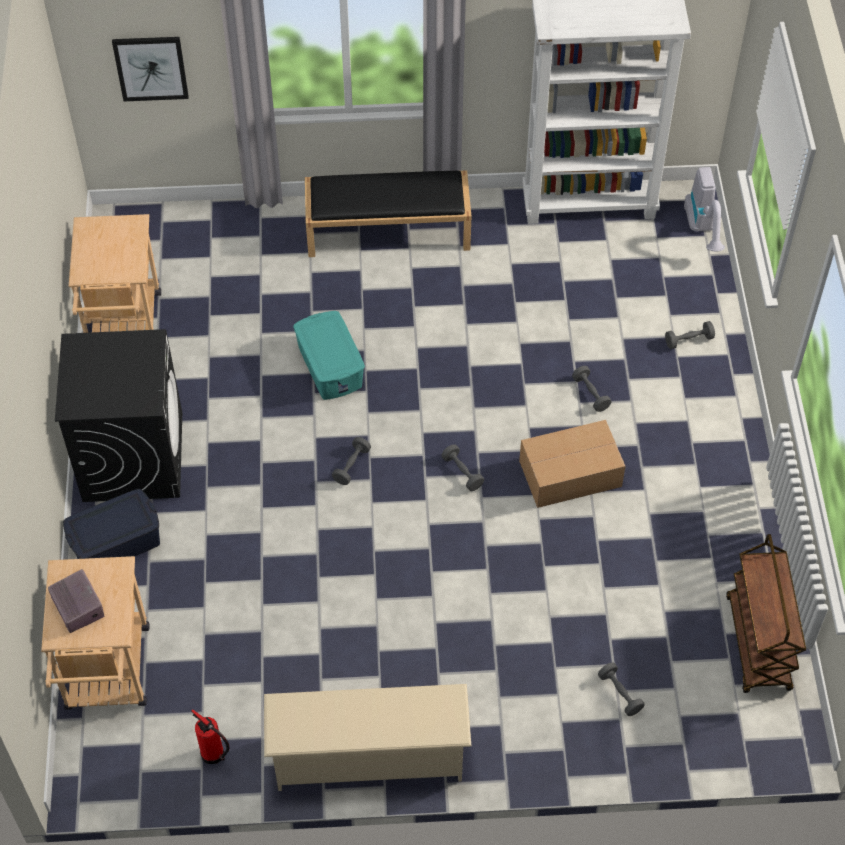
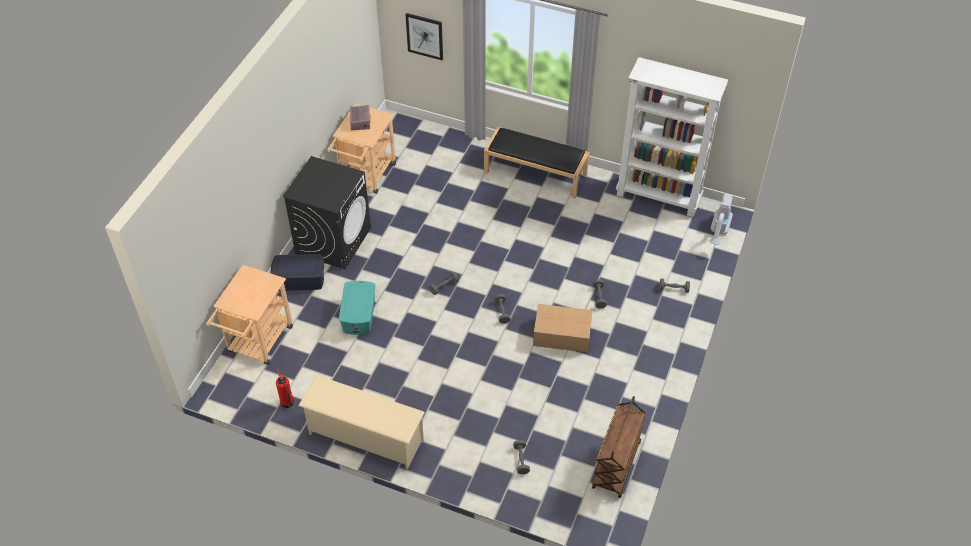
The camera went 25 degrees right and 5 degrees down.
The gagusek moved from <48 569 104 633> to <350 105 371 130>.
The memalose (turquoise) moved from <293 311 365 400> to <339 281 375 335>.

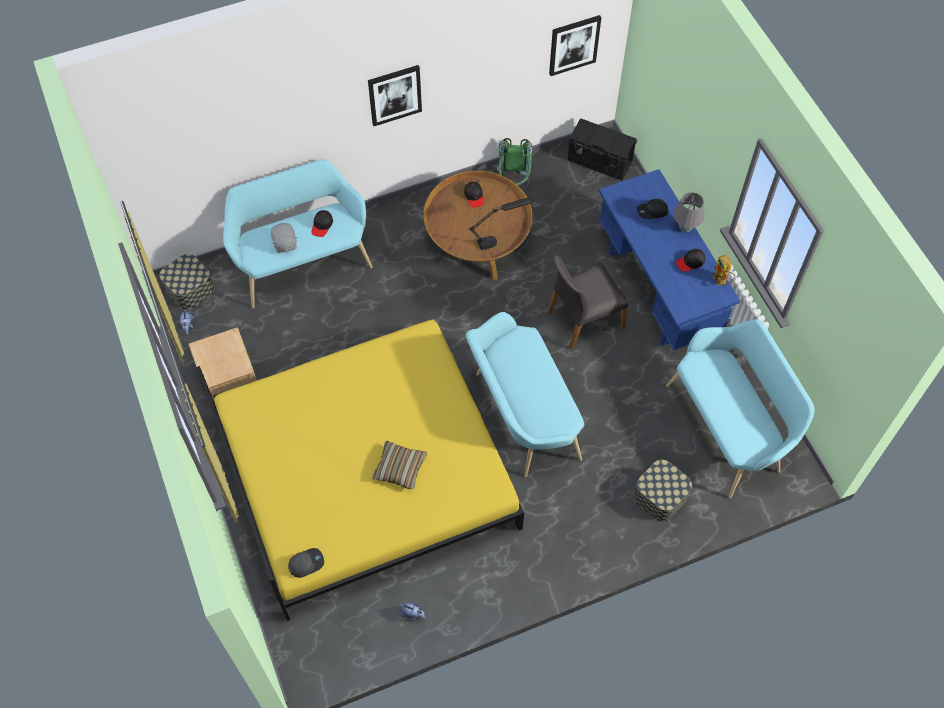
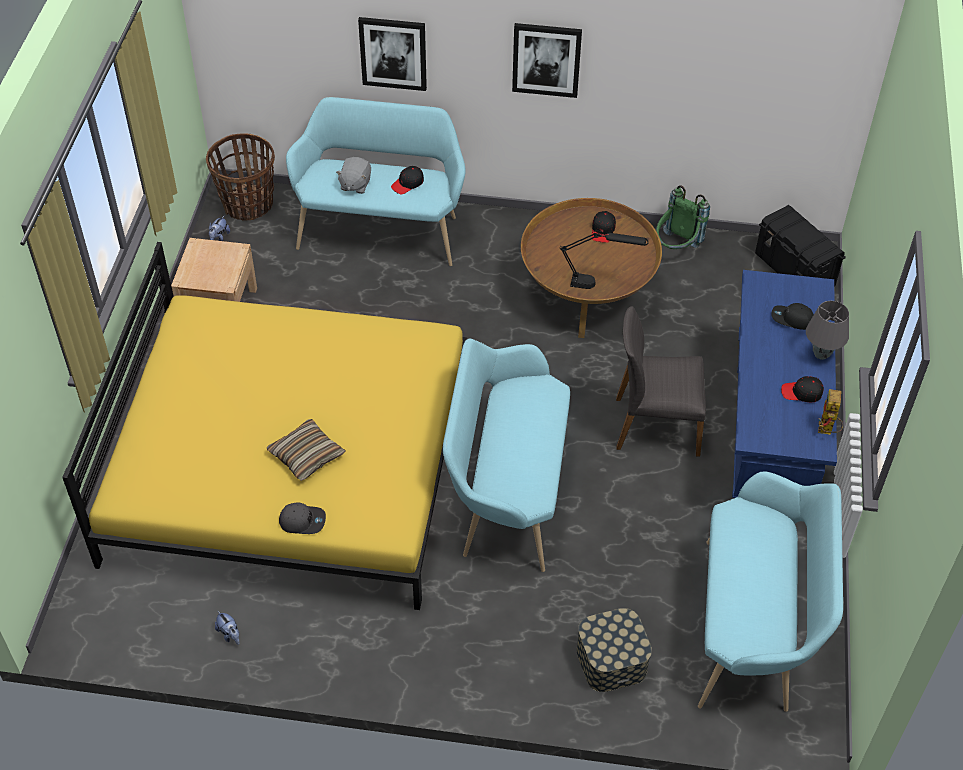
The camera went 30 degrees right and 10 degrees down.
The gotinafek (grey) moved from <288 548 324 578> to <279 502 326 534>.
The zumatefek moved from <549 15 601 76> to <358 17 427 91>.
The memalose at <159 254 214 310> was replaced by the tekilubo at <206 133 275 221>.

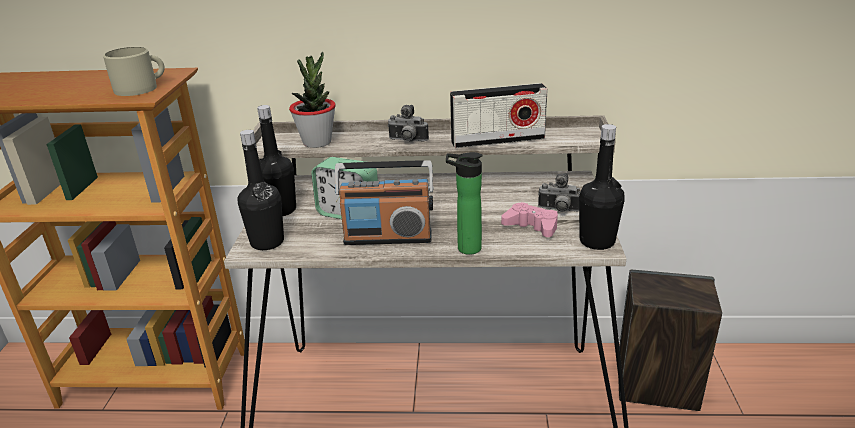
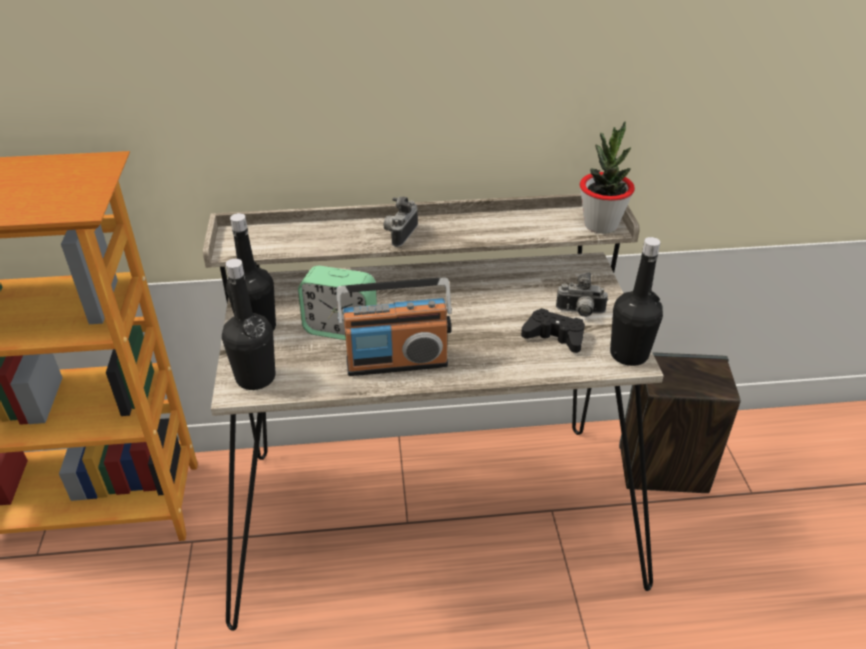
The camera went 10 degrees left and 10 degrees up.
The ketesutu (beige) at <103 47 165 96> disappeared.
The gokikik at <446 152 483 255> disappeared.
The gagusek at <450 83 548 148> disappeared.
The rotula moved from <289 52 336 148> to <580 121 635 234>.
The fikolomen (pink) at <501 202 558 237> became the fikolomen (black) at <521 308 585 353>.
The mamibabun at <387 105 429 142> turned 105 degrees clockwise.

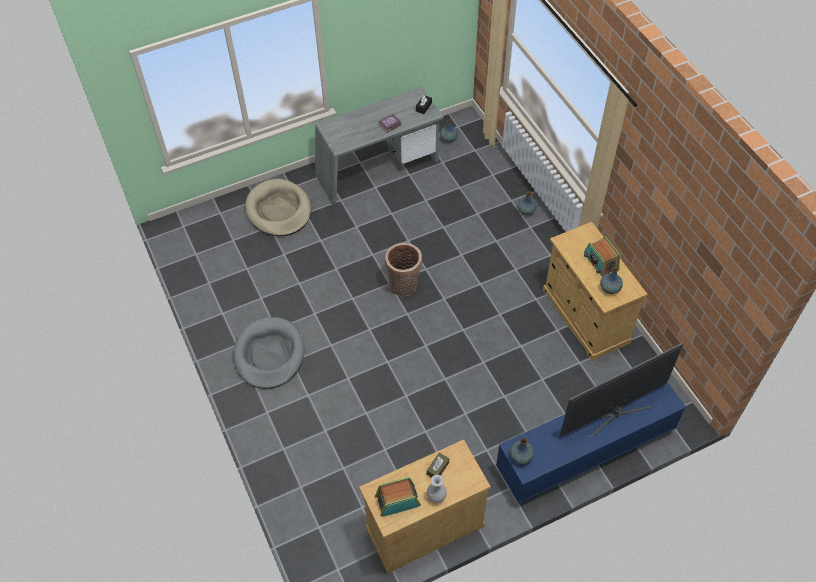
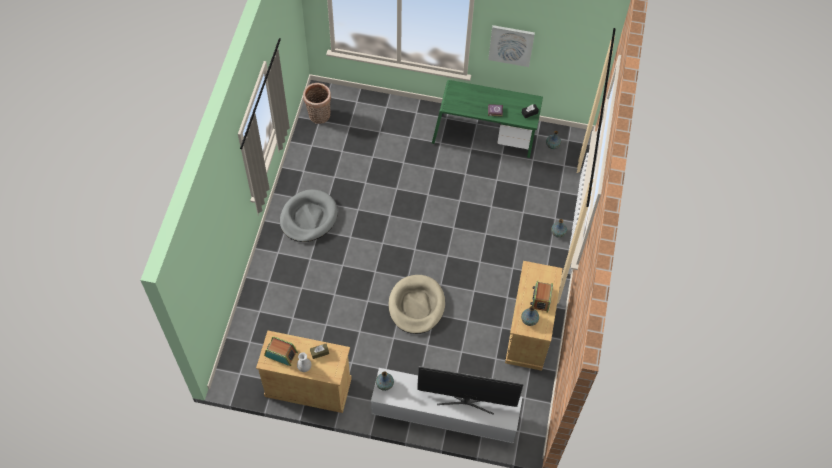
The camera went 35 degrees right and 5 degrees up.
The zumatefek at <488 25 535 67> appeared.
The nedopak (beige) moved from <245 179 311 236> to <388 275 445 334>.
The tekilubo moved from <385 243 422 296> to <303 83 331 124>.
The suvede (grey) at <315 87 444 206> became the suvede (green) at <432 80 543 158>.
The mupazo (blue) at <496 382 686 503> became the mupazo (white) at <371 368 522 443>.

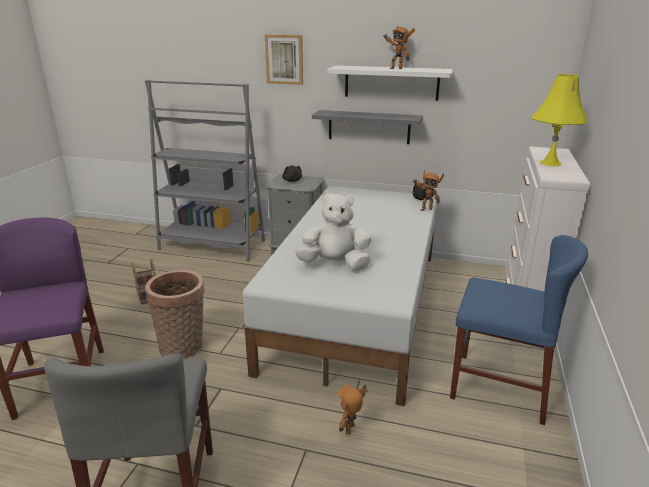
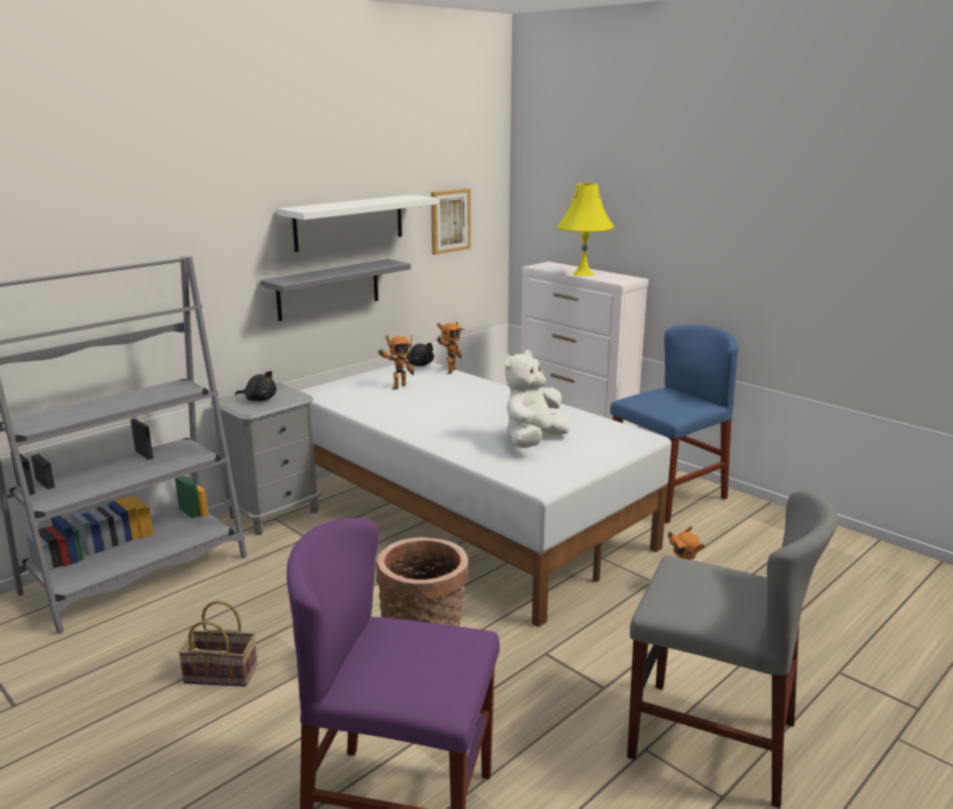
The camera went 60 degrees left and 5 degrees down.
The zumatefek moved from <265 35 303 85> to <431 188 471 255>.
The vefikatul moved from <384 26 415 69> to <378 335 414 390>.

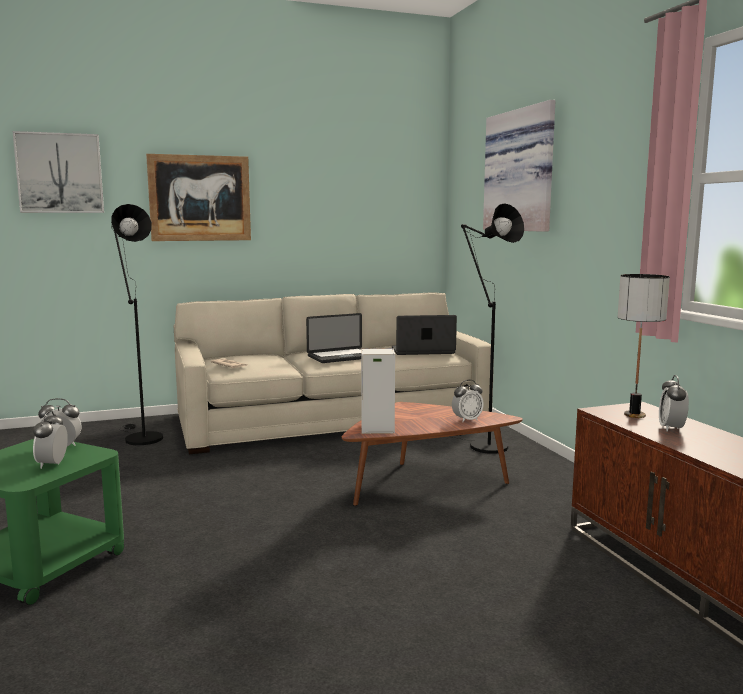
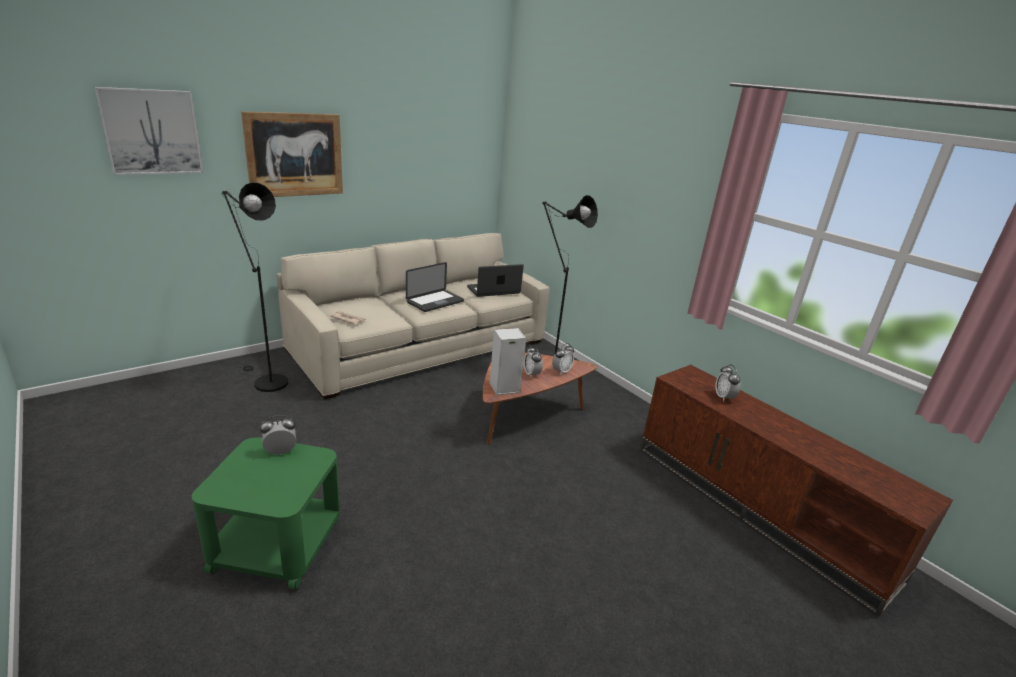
The camera went 20 degrees left and 15 degrees up.
The zumatefek at <483 100 555 232> disappeared.
The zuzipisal at <618 274 670 418> disappeared.
The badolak moved from <33 410 68 469> to <524 345 543 377>.

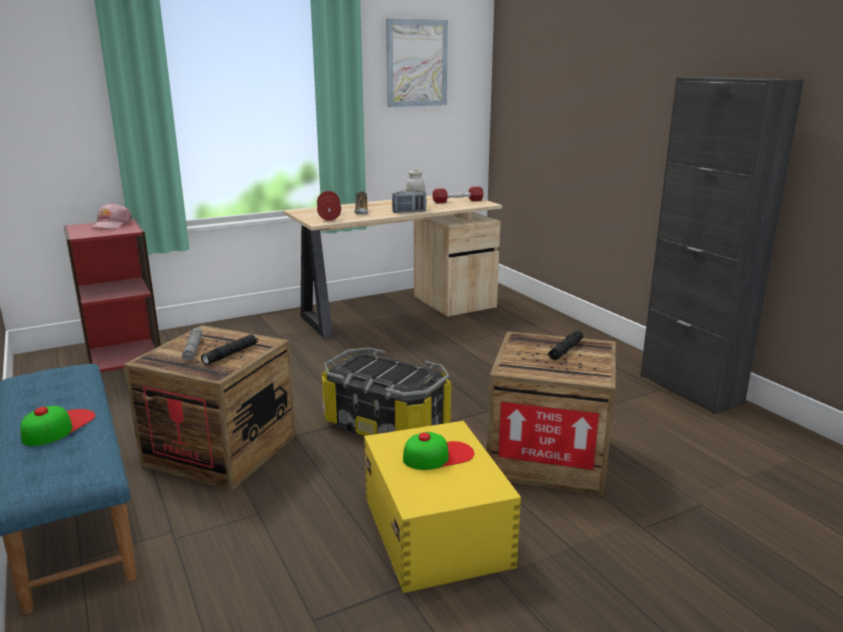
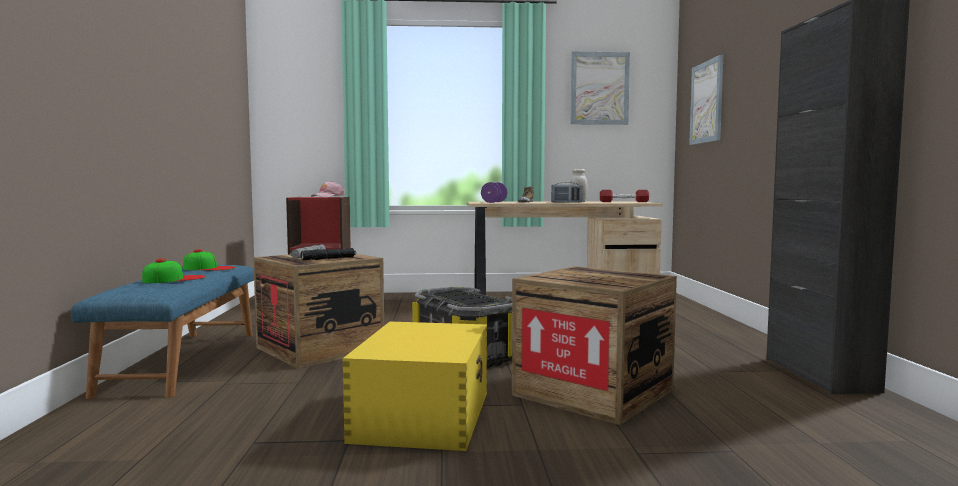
The camera went 25 degrees right and 15 degrees down.
The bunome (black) at <548 330 583 360> disappeared.
The zumatefek at <689 55 723 145> appeared.
The gotinafek moved from <403 432 474 470> to <183 249 236 271>.
The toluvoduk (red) at <317 191 341 221> became the toluvoduk (purple) at <481 182 508 203>.

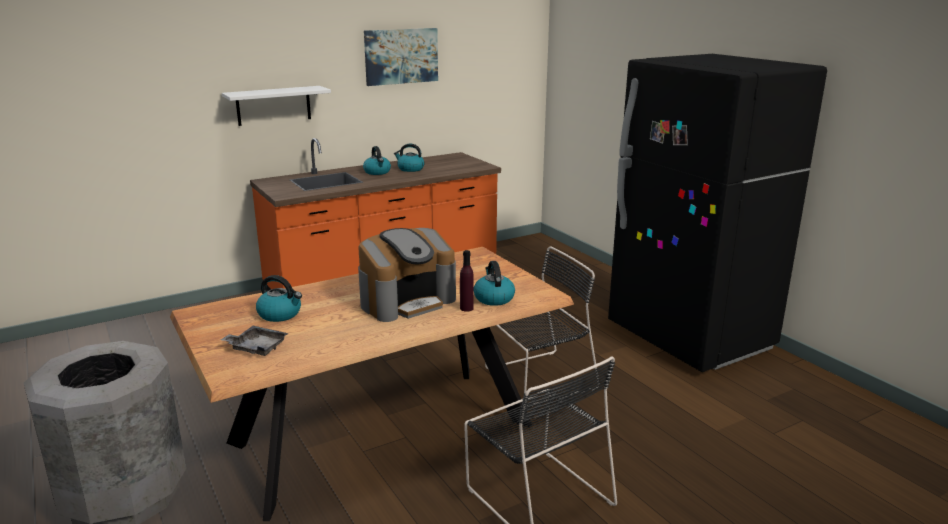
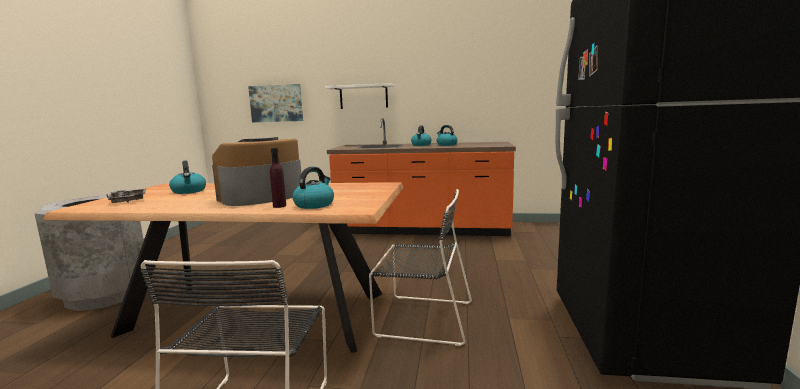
The camera went 40 degrees right and 10 degrees down.
The zumatefek moved from <364 28 438 86> to <248 84 303 122>.
The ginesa at <358 228 456 322> turned 135 degrees clockwise.

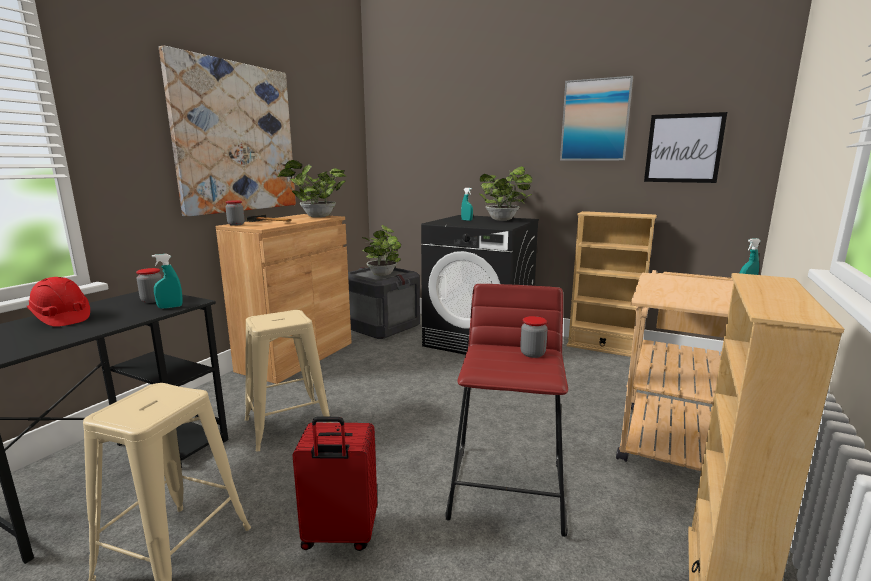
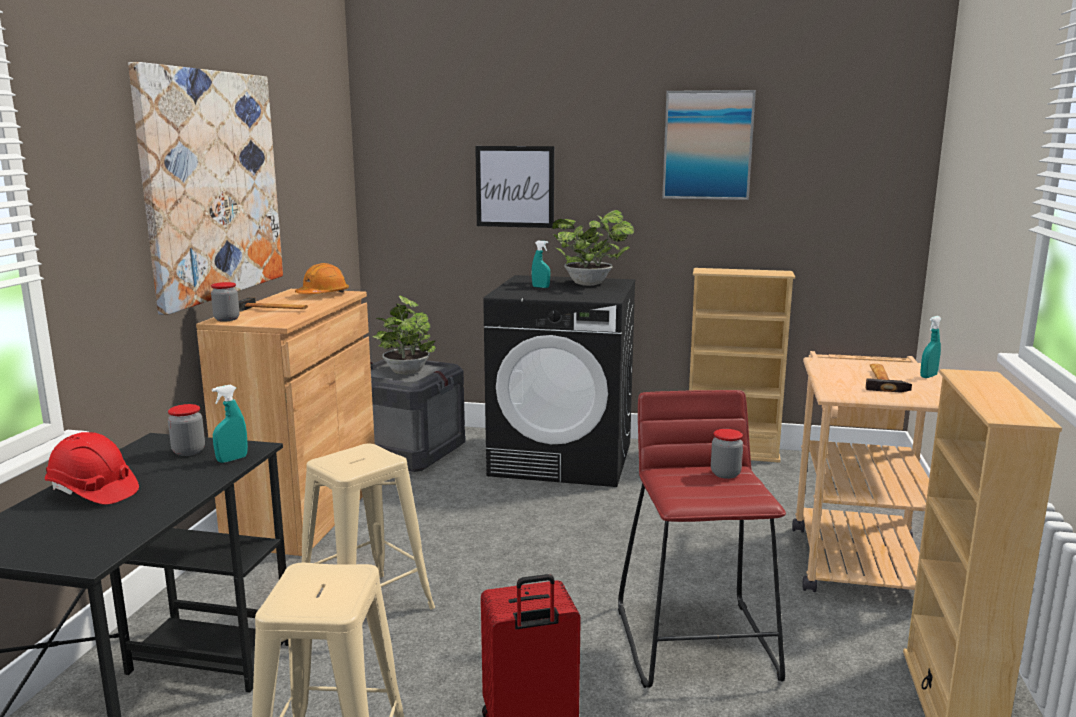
The camera went 15 degrees left and 0 degrees up.
The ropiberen at <866 364 912 393> appeared.
The zumatefek moved from <644 112 727 183> to <475 146 554 228>.
The rotula at <278 160 346 218> was replaced by the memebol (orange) at <295 263 349 294>.

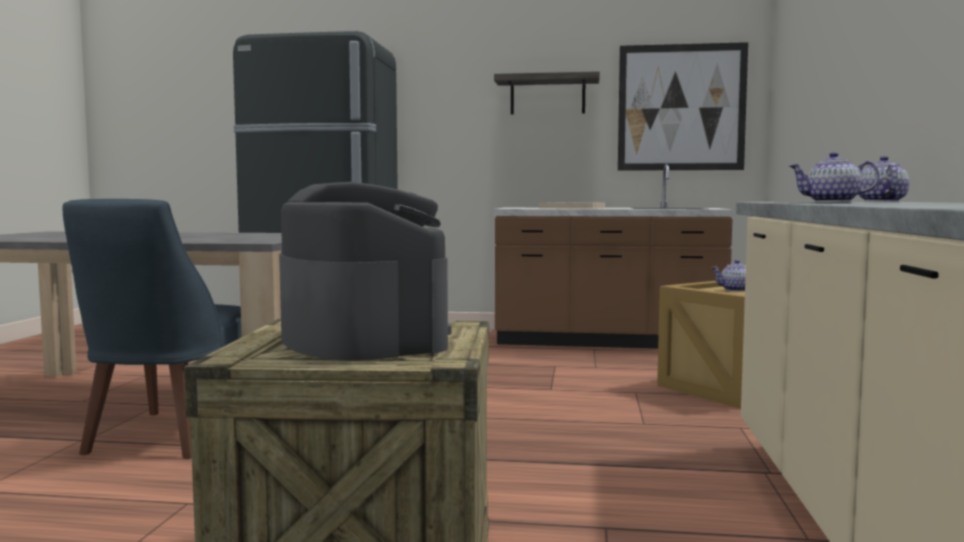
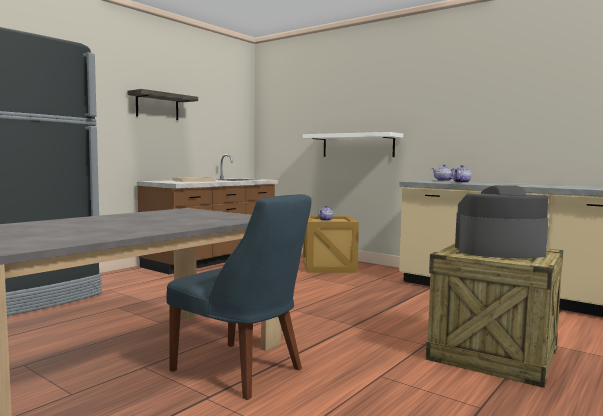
The camera went 60 degrees left and 0 degrees up.
The zumatefek at <618 42 748 171> disappeared.
The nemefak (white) at <303 132 403 157> appeared.

